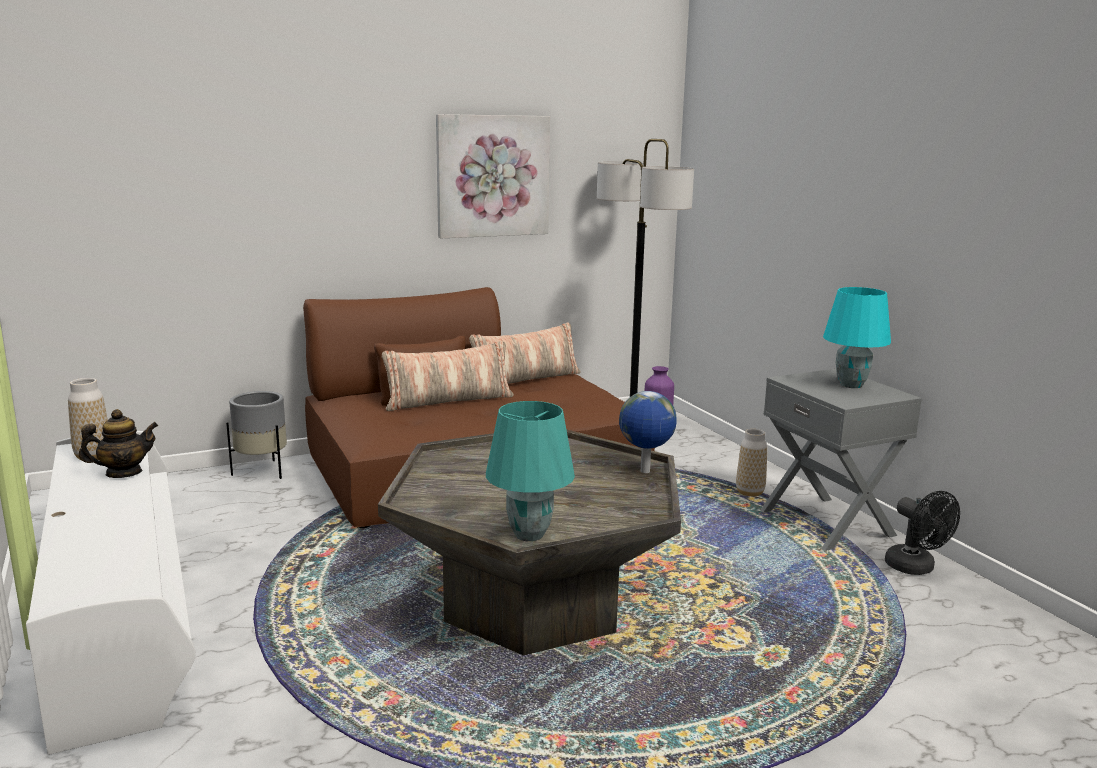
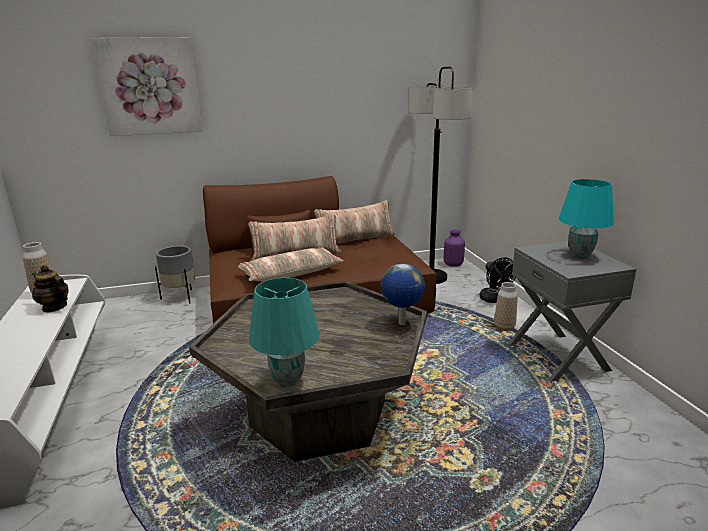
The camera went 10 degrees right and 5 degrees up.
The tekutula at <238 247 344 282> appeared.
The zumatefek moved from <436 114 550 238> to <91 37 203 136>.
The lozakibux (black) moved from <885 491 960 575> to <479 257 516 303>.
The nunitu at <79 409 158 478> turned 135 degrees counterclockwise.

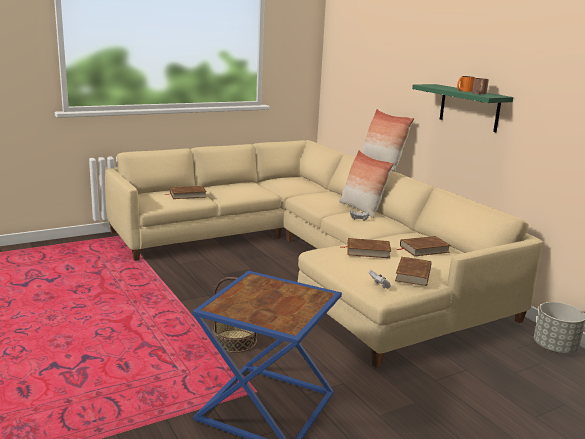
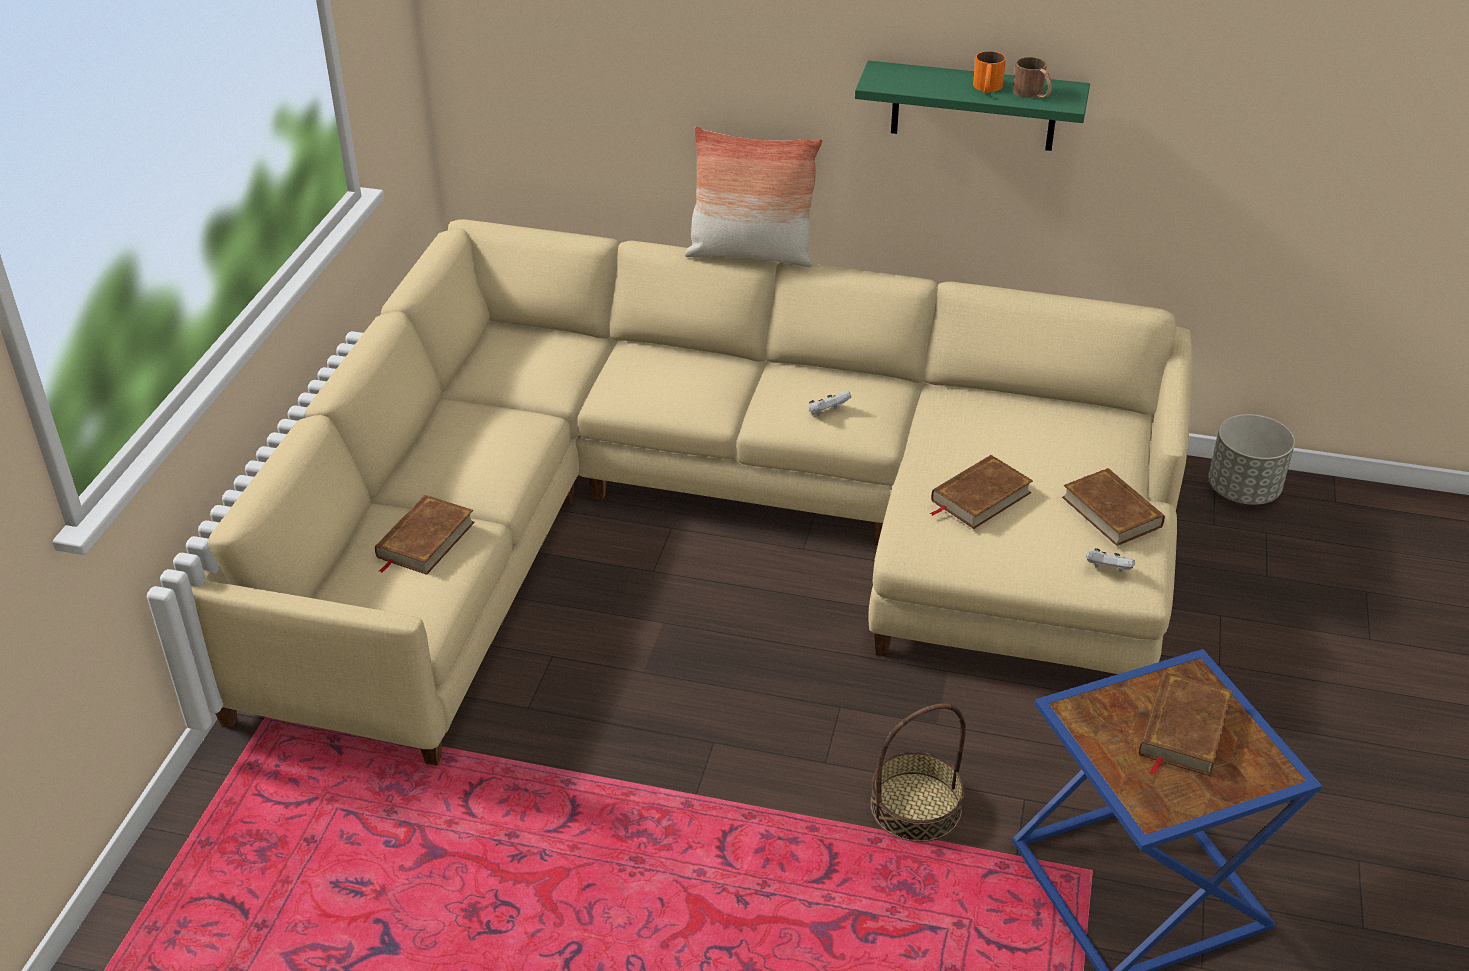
The camera went 45 degrees left and 20 degrees up.
The tekutula at <339 150 394 218> disappeared.
The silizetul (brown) moved from <397 236 451 256> to <1139 671 1233 776>.

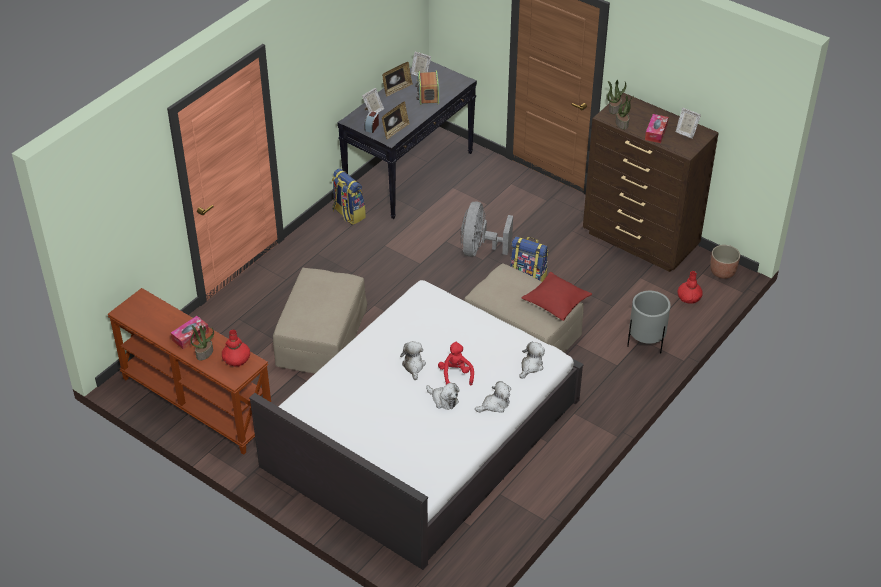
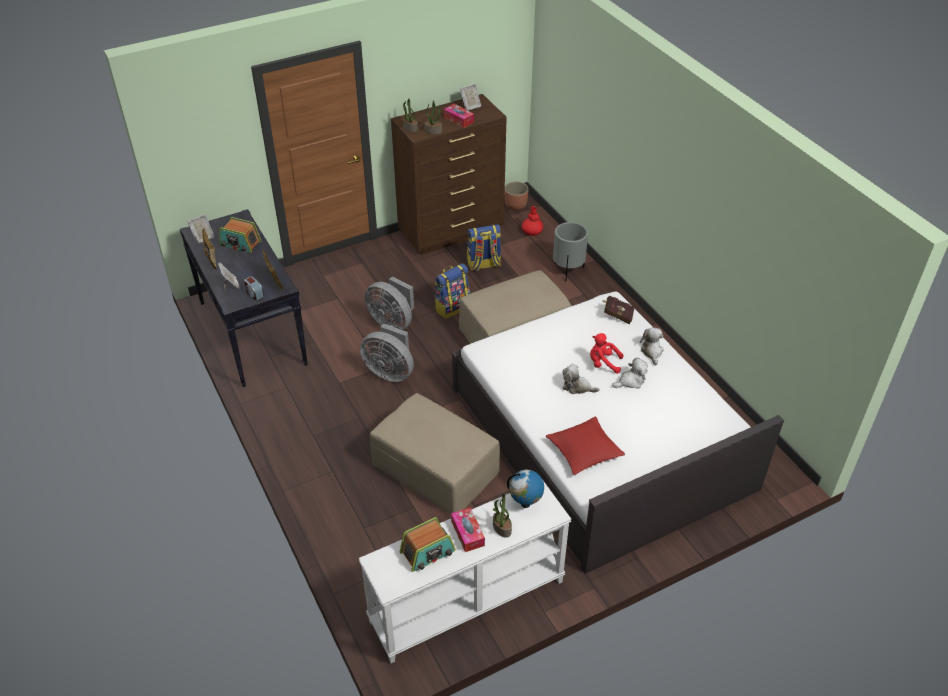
The camera went 65 degrees left and 0 degrees up.
The lozakibux (grey) at <360 324 414 382> appeared.
The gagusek at <400 517 456 572> appeared.
The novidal moved from <332 169 366 225> to <467 224 501 271>.
The tekutula (red) moved from <521 272 592 321> to <546 416 625 475>.
The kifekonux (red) at <222 330 250 367> was replaced by the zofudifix at <507 470 544 508>.
The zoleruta at <519 342 545 379> was replaced by the silizetul (red) at <601 295 635 324>.
The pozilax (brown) at <107 288 271 455> became the pozilax (white) at <359 481 571 663>.

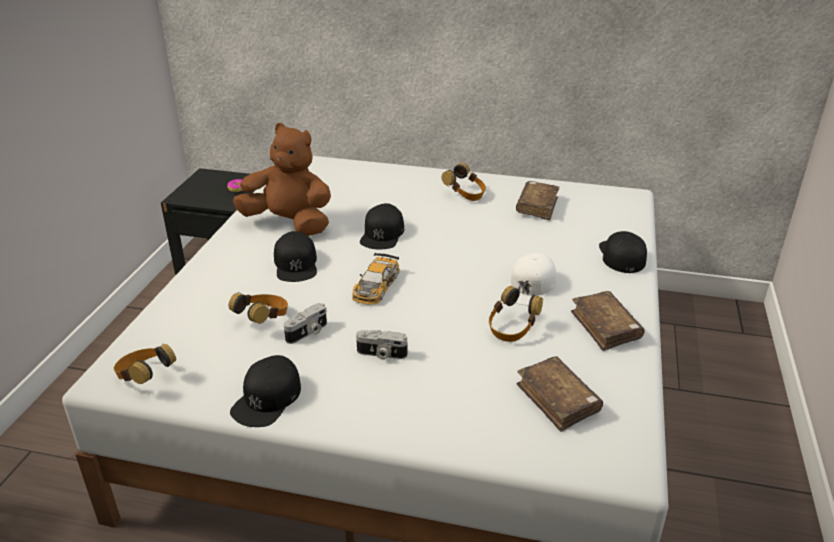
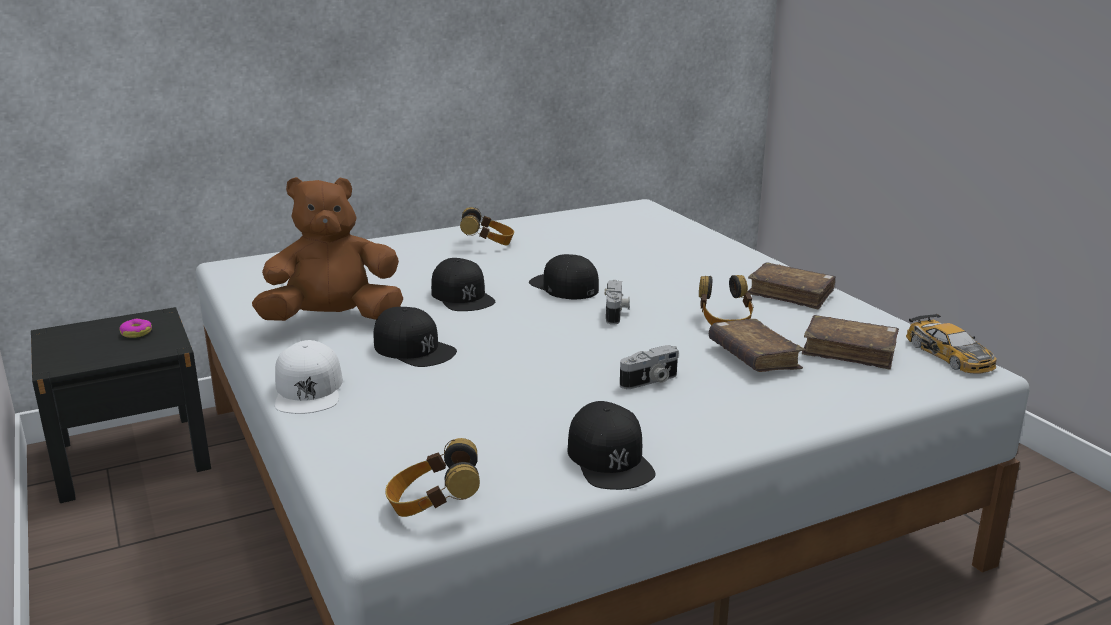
The camera went 40 degrees left and 10 degrees down.
The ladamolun at <229 293 288 324> disappeared.
The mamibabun moved from <284 303 327 344> to <605 280 630 325>.
The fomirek moved from <352 253 400 305> to <906 314 997 373>.
The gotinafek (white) moved from <502 253 556 305> to <275 340 343 414>.
The silizetul (brown) moved from <516 181 559 220> to <709 319 805 372>.
The gotinafek (black) moved from <599 231 647 273> to <529 254 599 299>.

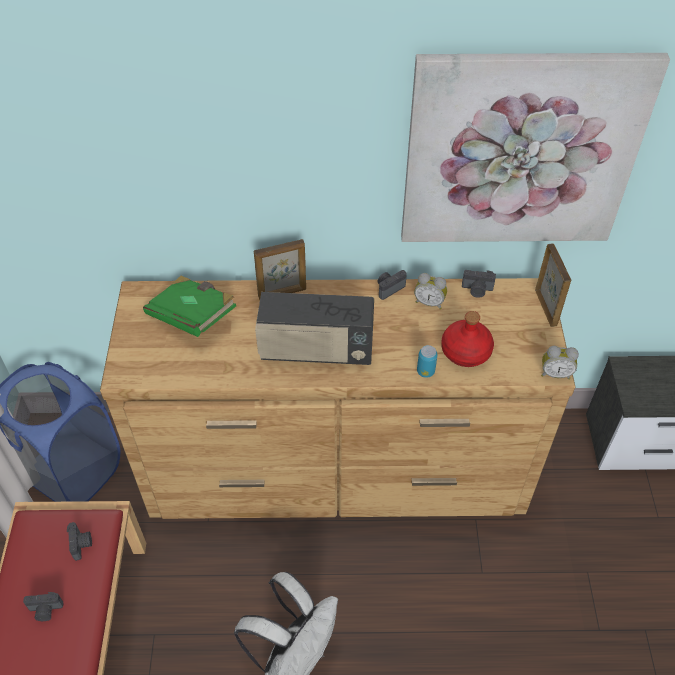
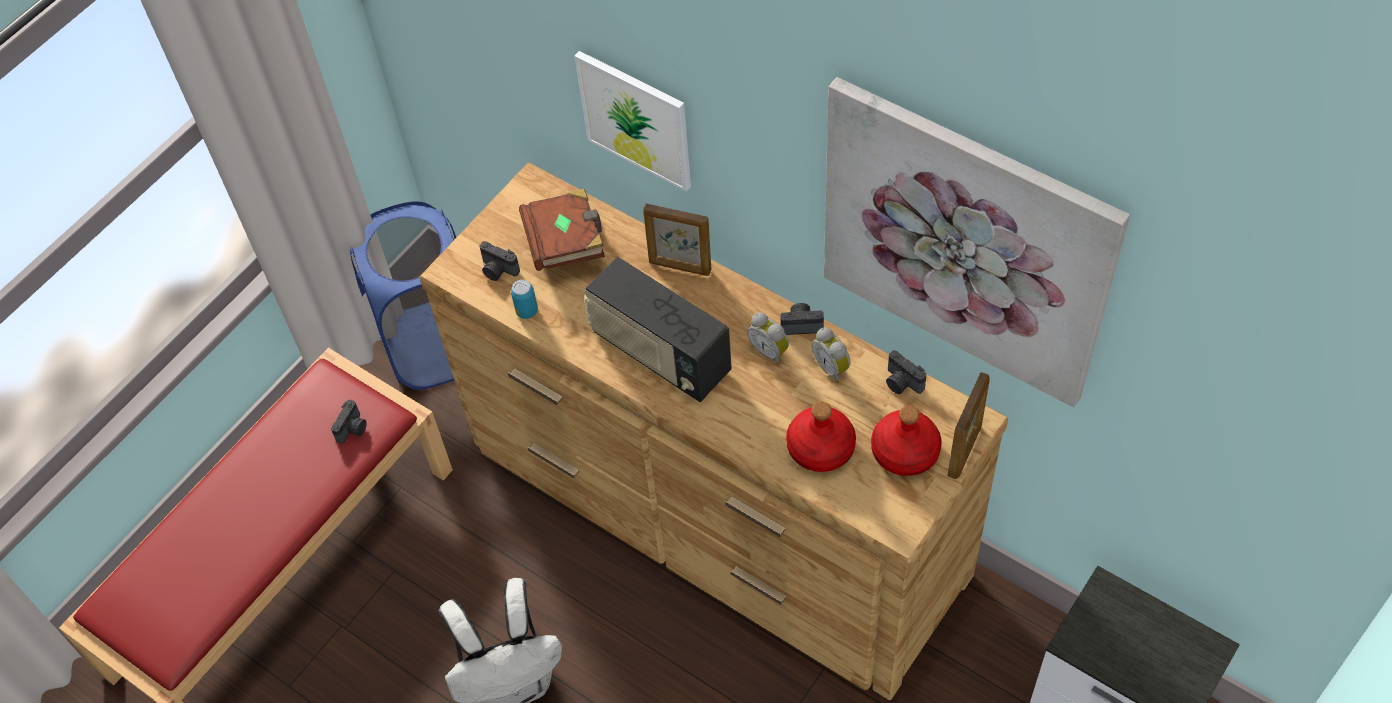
The camera went 40 degrees right and 5 degrees up.
The zumatefek at <574 51 691 192> appeared.
The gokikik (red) at <871 405 942 476> appeared.
The mamibabun moved from <23 592 64 621> to <479 241 520 281>.
The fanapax moved from <417 345 438 378> to <511 280 538 319>.
The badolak moved from <541 346 579 380> to <747 313 789 365>.
The silizetul (green) at <143 276 236 337> became the silizetul (brown) at <519 189 605 271>.

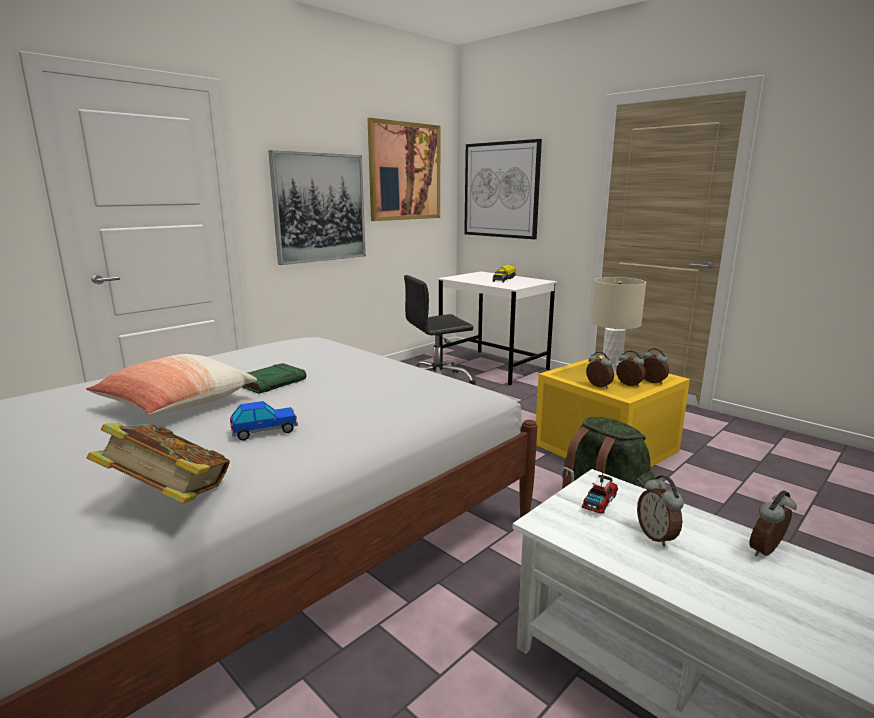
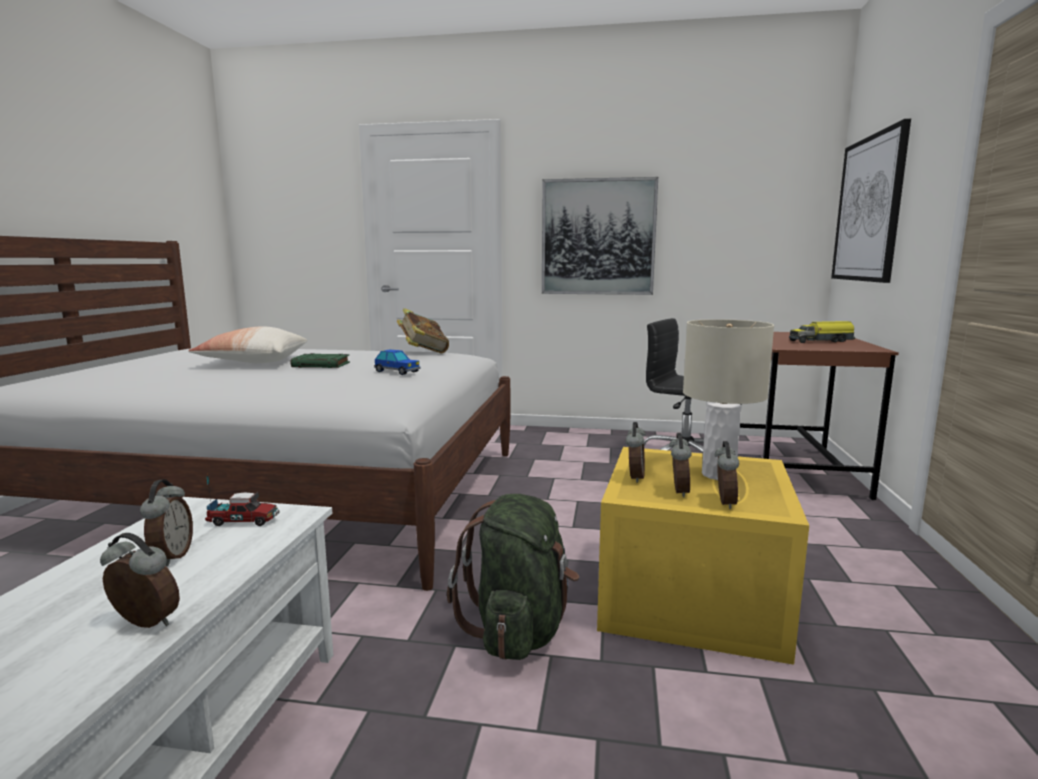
The camera went 55 degrees right and 5 degrees down.
The zumatefek at <367 118 440 221> disappeared.
The silizetul moved from <87 423 230 504> to <397 308 449 354>.
The fomirek moved from <230 401 298 441> to <374 349 421 375>.
The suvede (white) at <437 272 557 386> became the suvede (brown) at <740 332 899 500>.
The badolak at <637 475 684 547> turned 135 degrees clockwise.

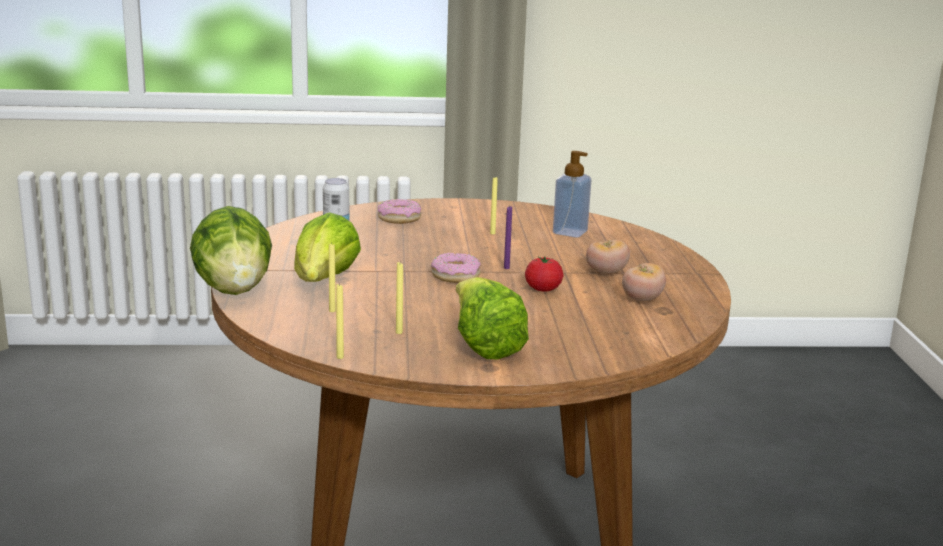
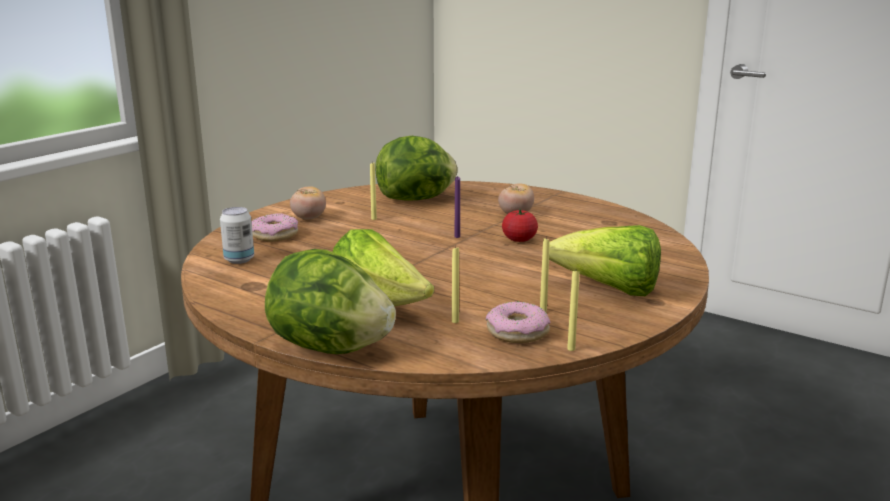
The camera went 50 degrees left and 0 degrees up.
The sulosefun moved from <431 253 481 283> to <486 301 550 343>.
The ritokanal moved from <622 263 666 301> to <290 187 326 220>.
The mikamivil at <553 151 591 237> was replaced by the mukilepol at <375 136 458 201>.

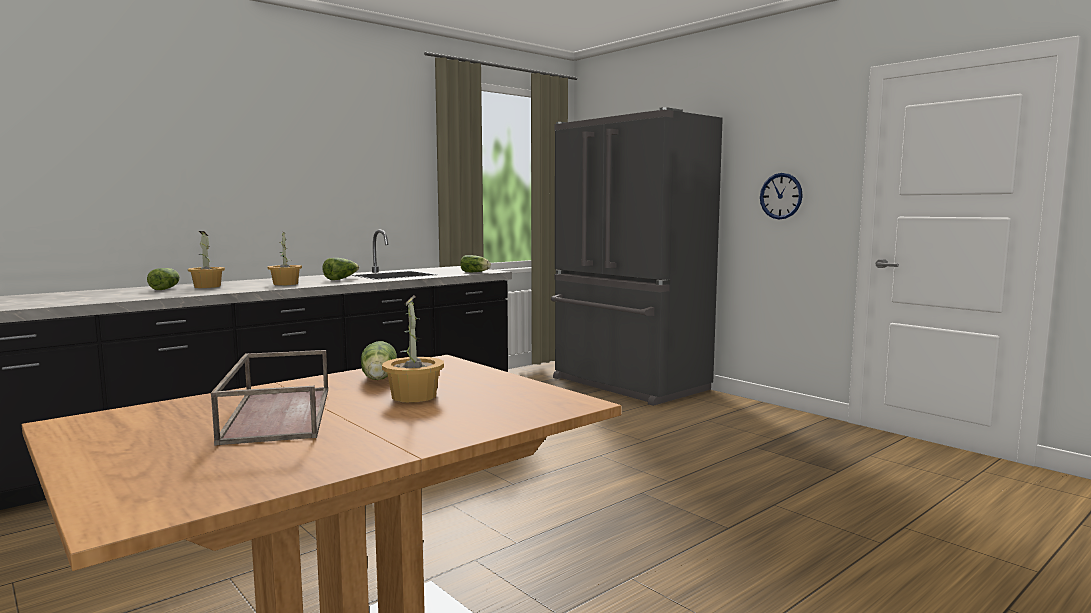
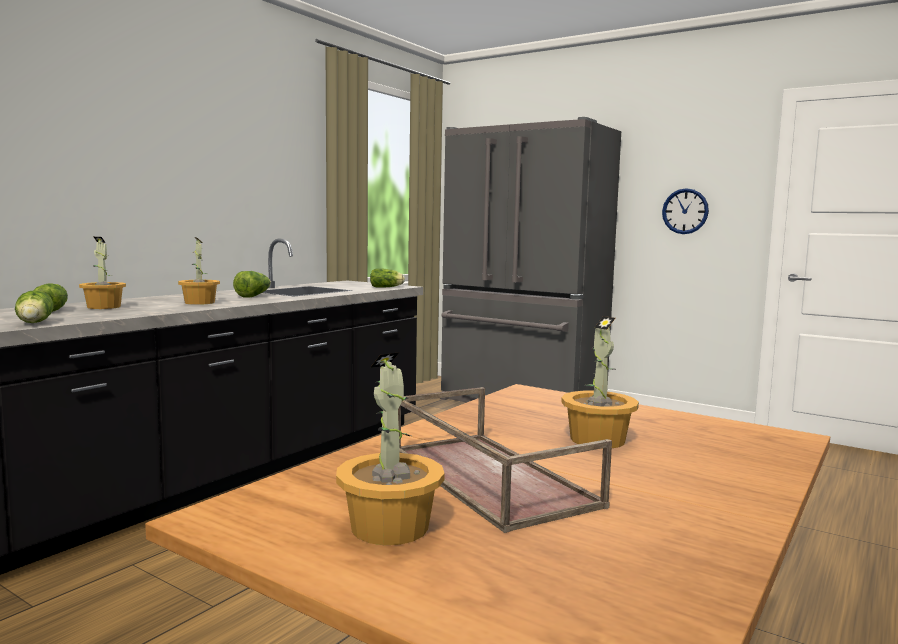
The camera went 15 degrees left and 0 degrees up.
The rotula at <336 352 445 545> appeared.
The mukilepol moved from <361 341 397 380> to <15 291 53 323>.

